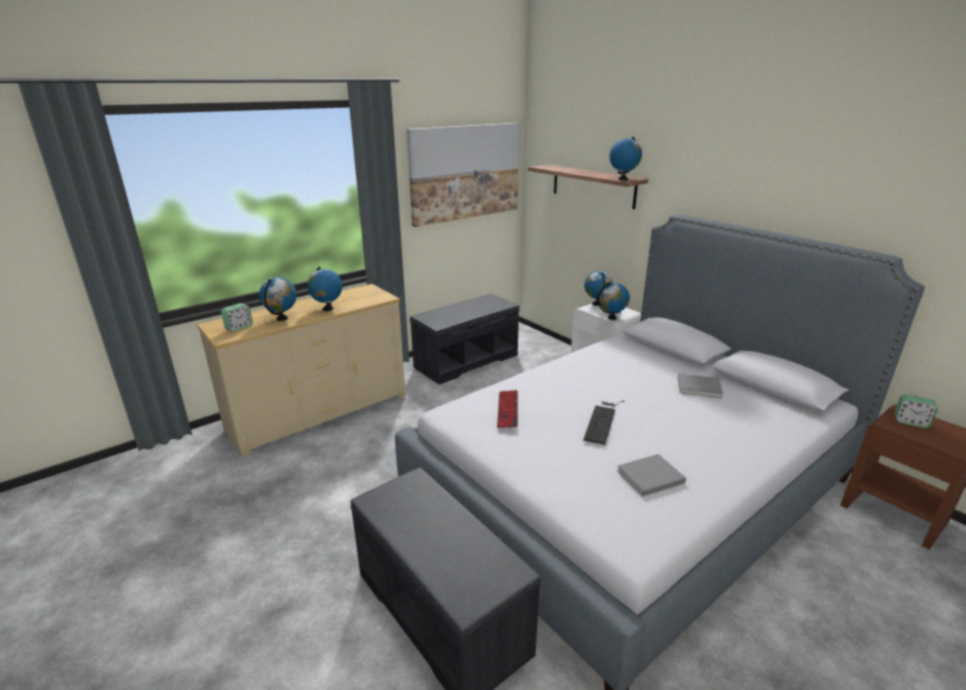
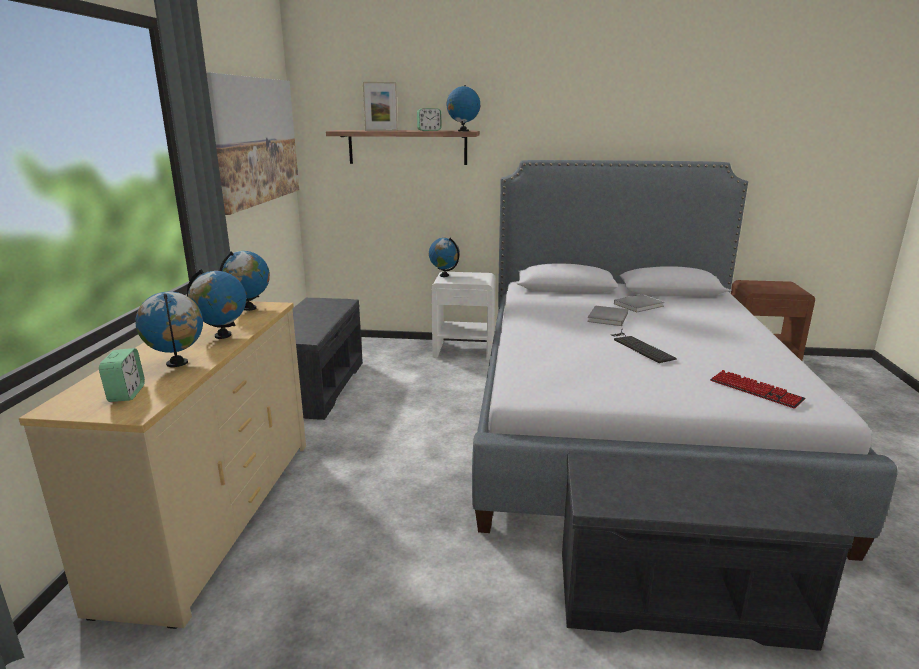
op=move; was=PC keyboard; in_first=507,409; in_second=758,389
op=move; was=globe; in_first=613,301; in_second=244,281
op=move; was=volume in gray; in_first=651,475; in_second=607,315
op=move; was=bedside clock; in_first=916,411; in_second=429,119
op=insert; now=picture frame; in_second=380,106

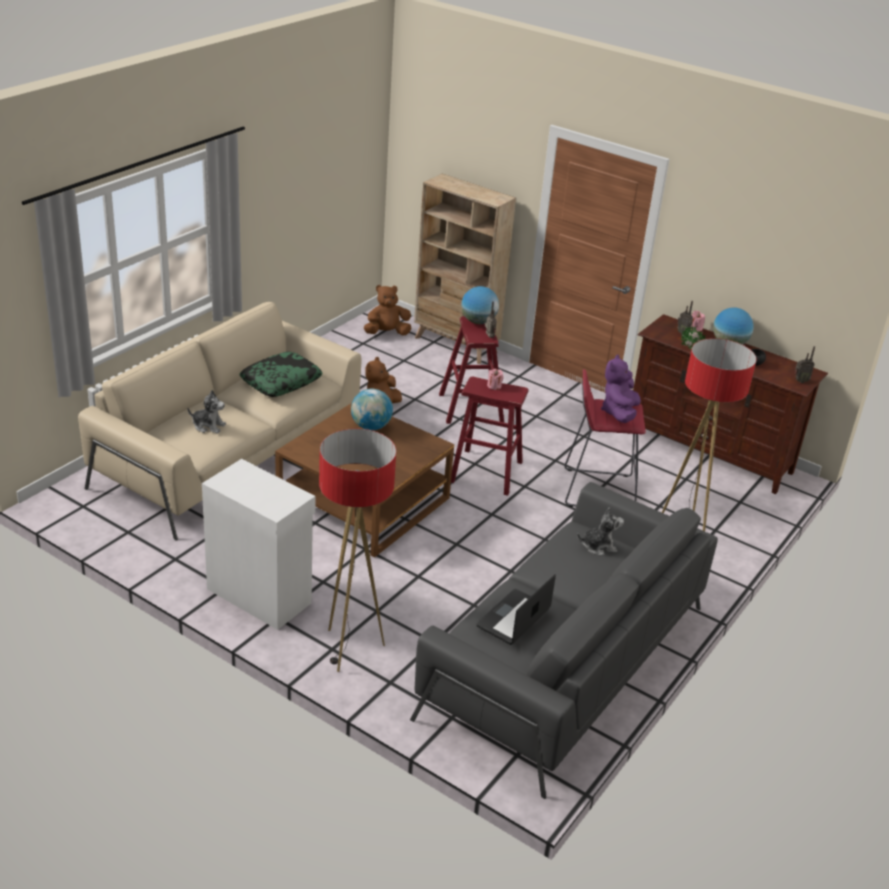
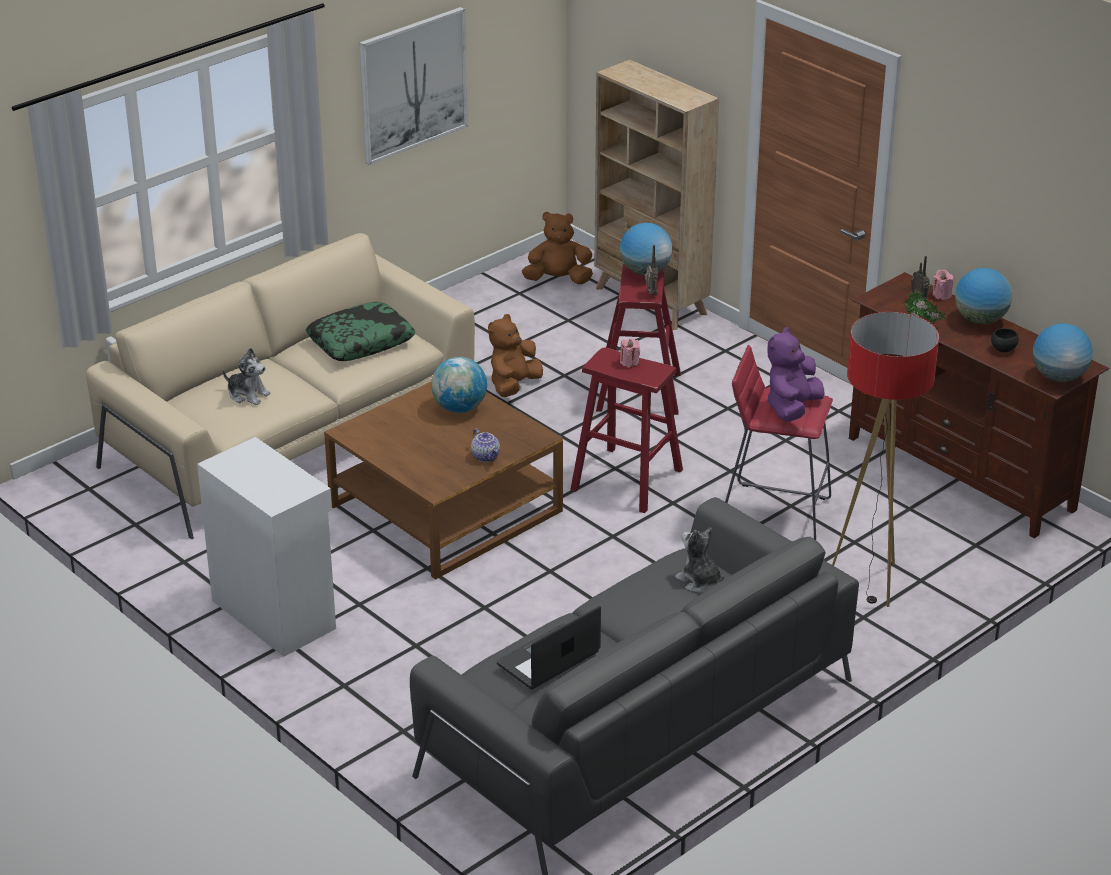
op=delete; was=standard lamp; in_first=357,550
op=rotate; was=plush toy; in_first=600,532; in_second=699,560; clockwise=-135
op=replace; was=radio set; now=globe; in_first=805,364; in_second=1063,352
op=insert; now=wall picture; in_second=413,86
op=insert; now=teapot; in_second=485,445

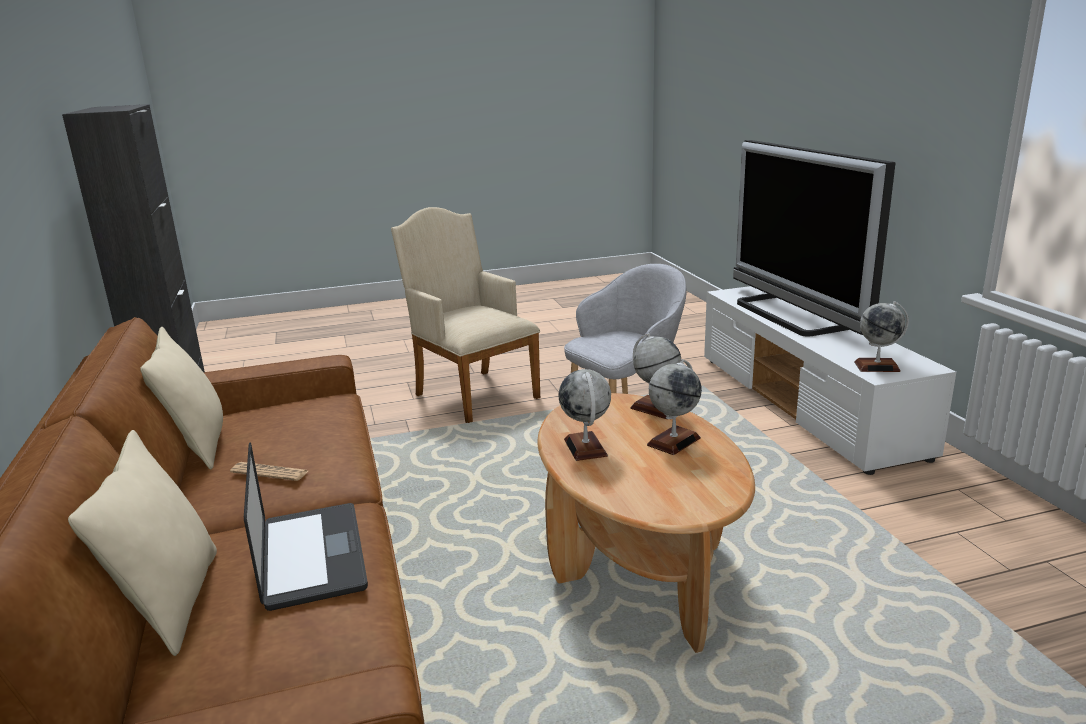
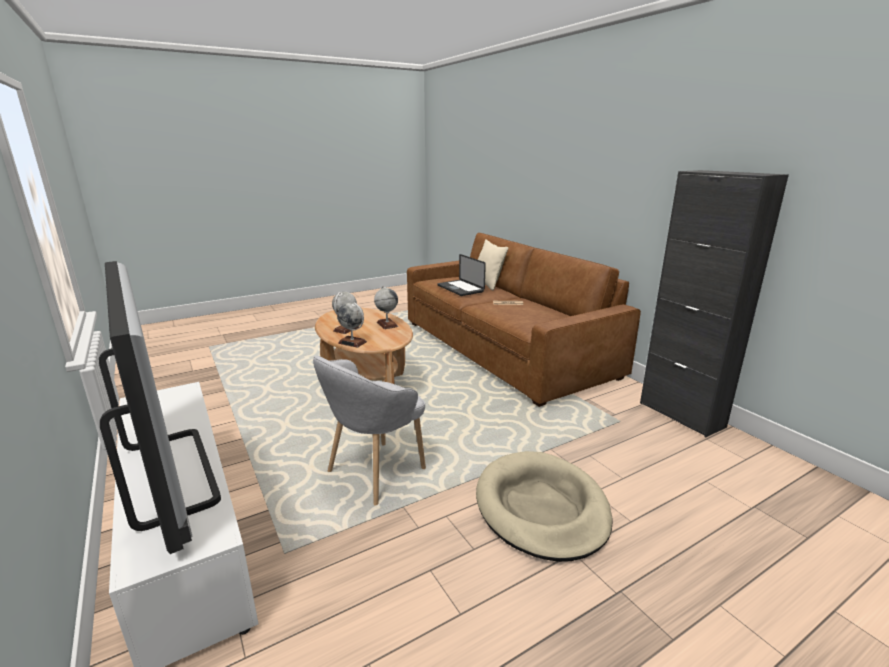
op=delete; was=cushion in sand-coloured; in_first=181,398
op=replace; was=easy chair in sand-coloured; now=dog bed in sand-coloured; in_first=465,315; in_second=544,506
op=delete; was=globe; in_first=881,336

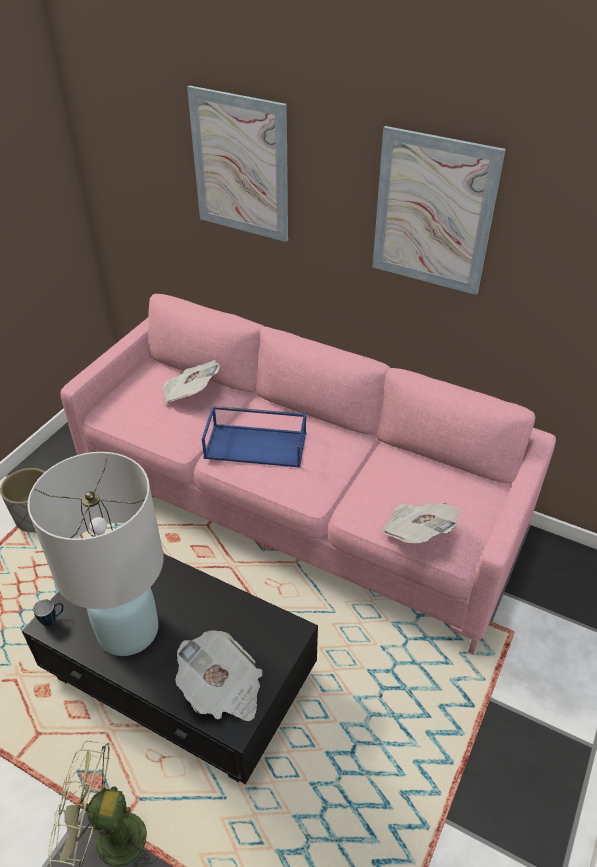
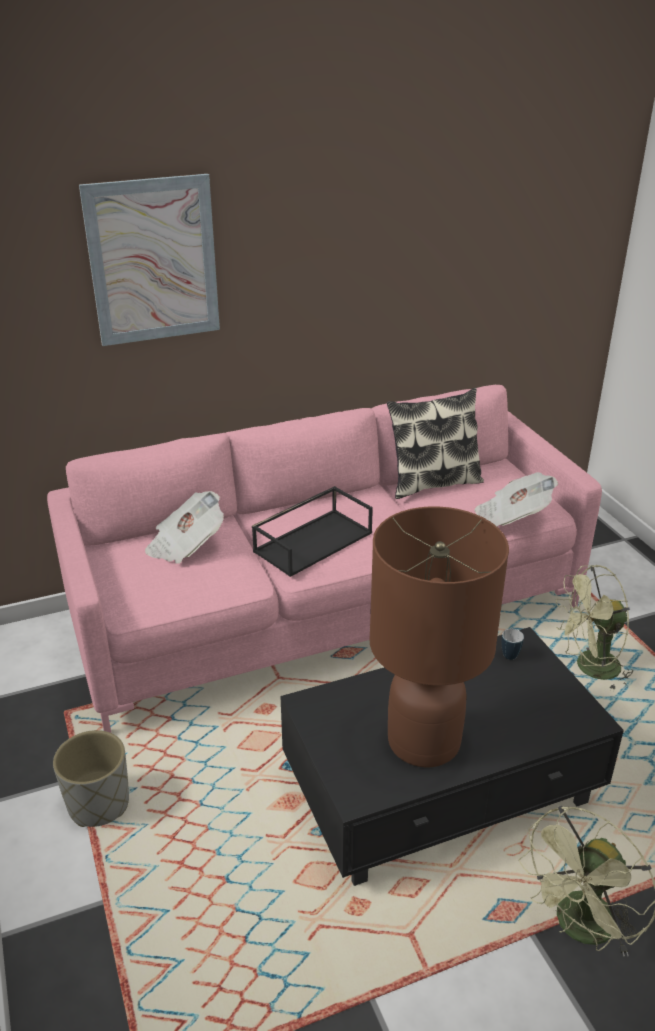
op=recolor; was=tabletop lamp in whitish; now=tabletop lamp in brownish; in_first=96,554; in_second=439,637
op=move; was=coffee mug; in_first=48,612; in_second=513,644
op=delete; was=printed paper; in_first=219,675
op=recolor; was=carrying tray in blue; now=carrying tray in blackish; in_first=254,437; in_second=312,531
op=delete; was=wall picture; in_first=439,210
op=insert; now=cushion; in_second=435,443
op=insert; now=electric fan in green-coloured; in_second=594,628

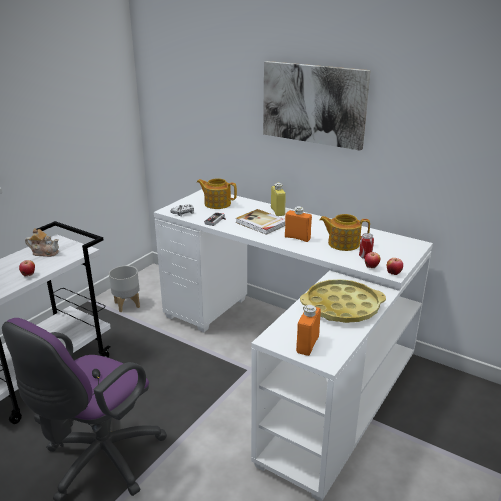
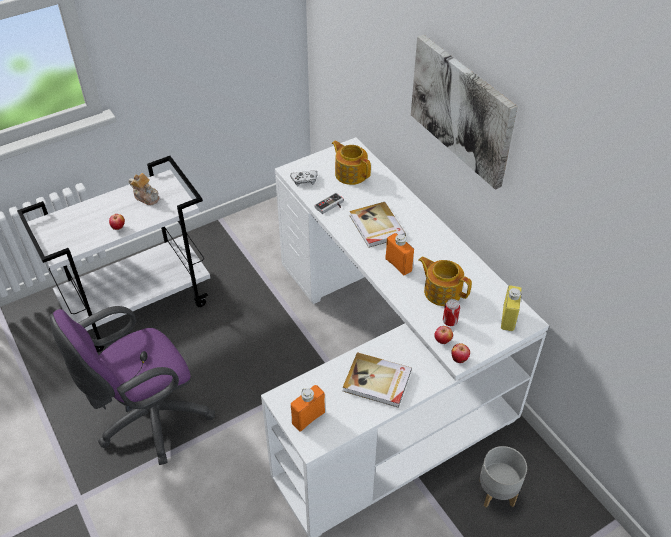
op=move; was=planter in gray; in_first=124,289; in_second=503,477
op=move; was=drink bottle in yellow-coloured; in_first=278,199; in_second=511,308
op=replace; was=carrying tray in yellow-coloured; now=volume; in_first=343,301; in_second=377,380

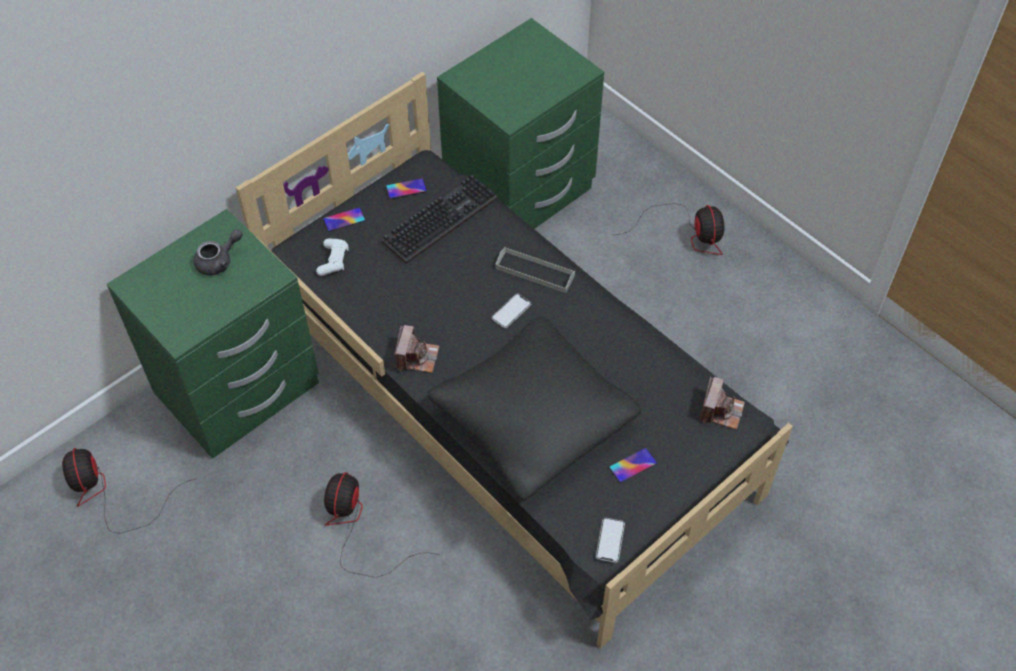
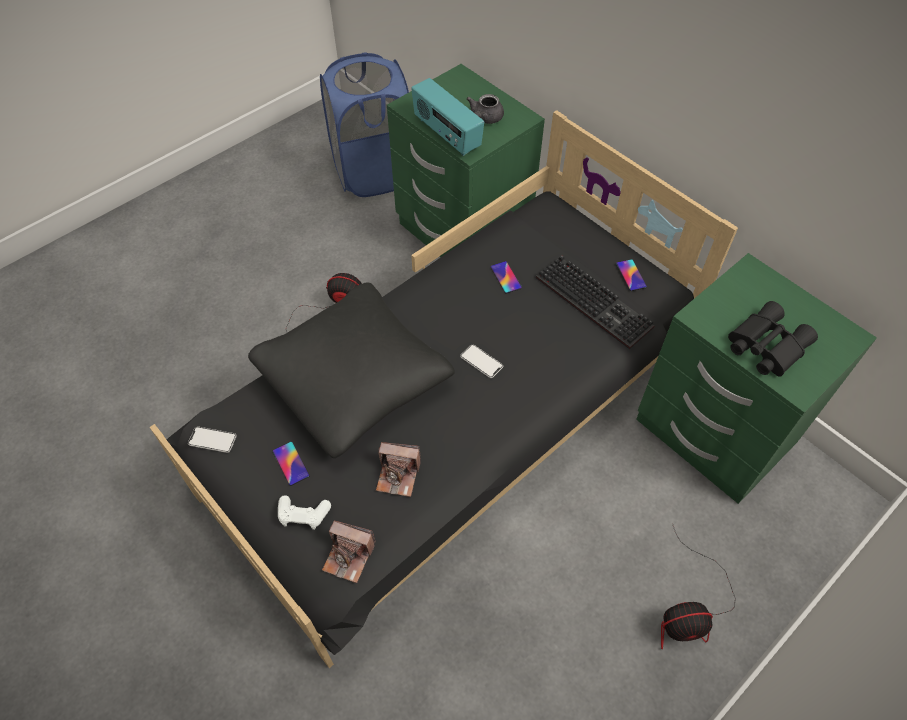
op=replace; was=electric fan; now=washing basket in blue; in_first=129,490; in_second=364,124
op=rotate; was=teapot in gray; in_first=218,252; in_second=485,109; clockwise=60
op=move; was=game controller in whitish; in_first=332,257; in_second=304,512
op=move; was=telephone; in_first=344,219; in_second=506,277
op=move; was=photo camera; in_first=417,349; in_second=398,469
op=delete; was=carrying tray in gray; in_first=535,270
op=insert; now=radio set; in_second=447,117
op=insert; now=pair of binoculars in blackish; in_second=773,339

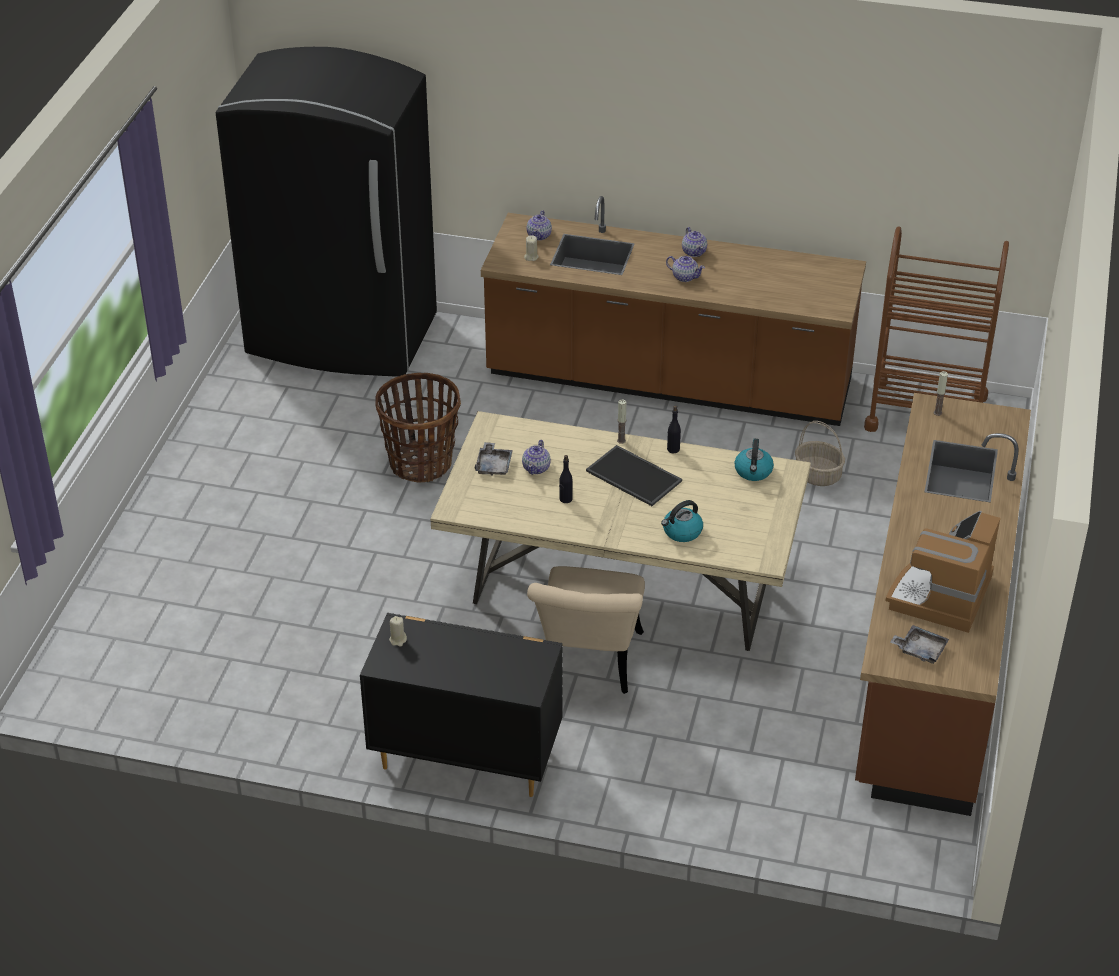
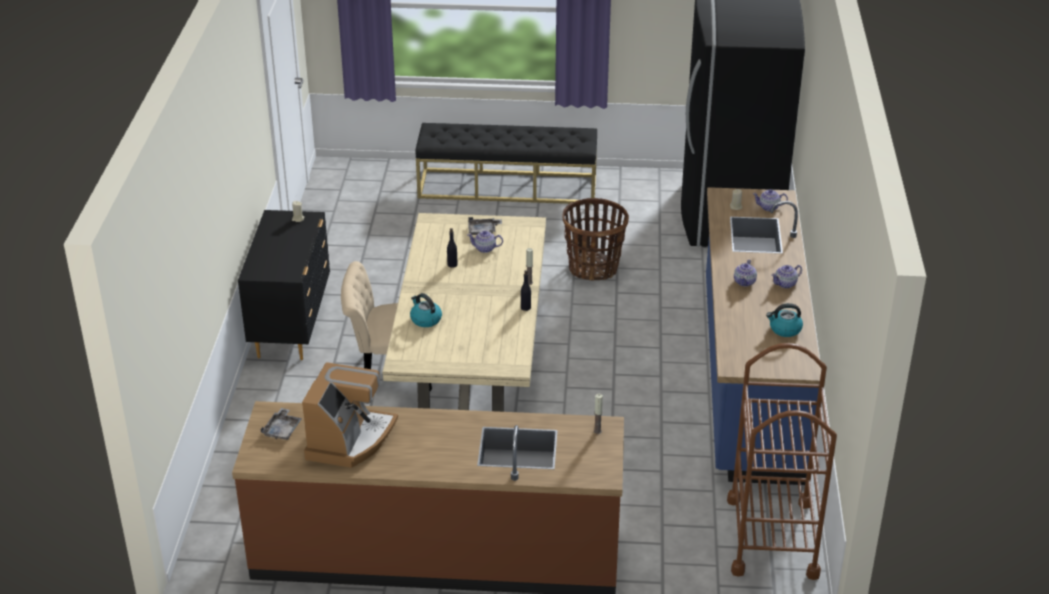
op=recolor; was=kitchen counter in brownish; now=kitchen counter in blue; in_first=673,311; in_second=763,336
op=delete; was=carrying tray; in_first=634,475
op=move; was=kettle; in_first=754,459; in_second=784,320
op=delete; was=storage basket; in_first=820,453
op=rotate; was=coffee brewer; in_first=942,572; in_second=350,415; clockwise=90
op=insert; now=bench in blackish; in_second=506,164

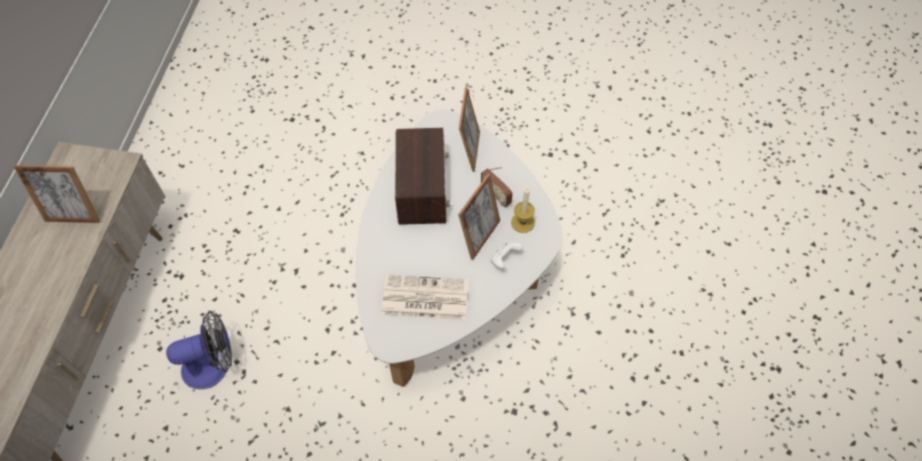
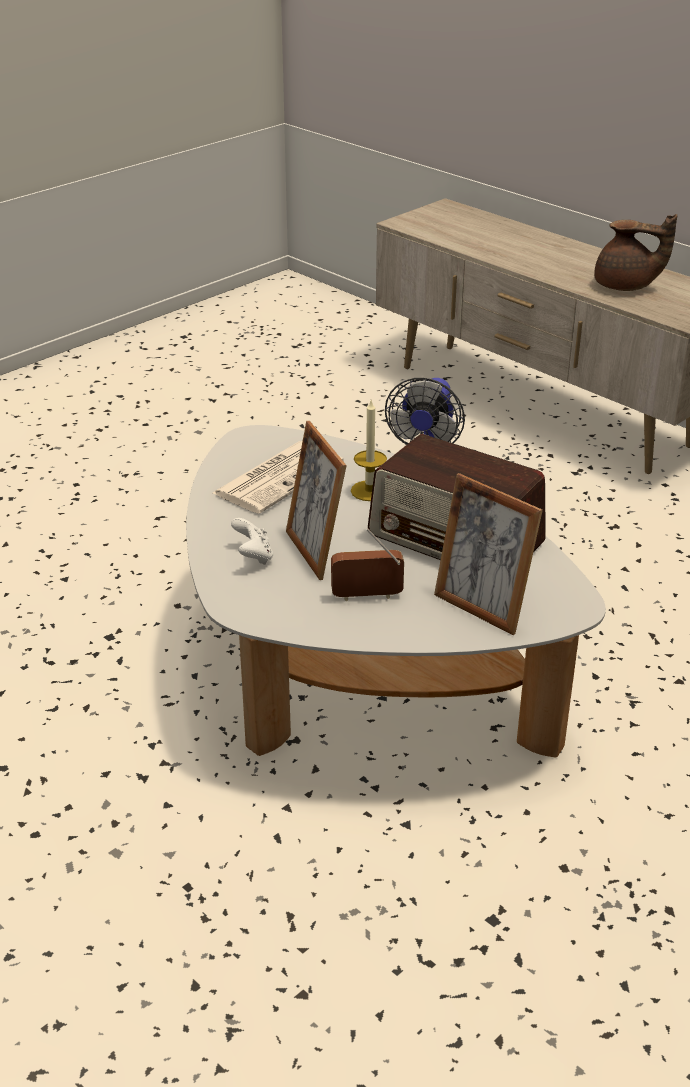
op=replace; was=picture frame; now=teapot in brownish; in_first=56,194; in_second=635,252
op=move; was=candle; in_first=523,210; in_second=369,451

